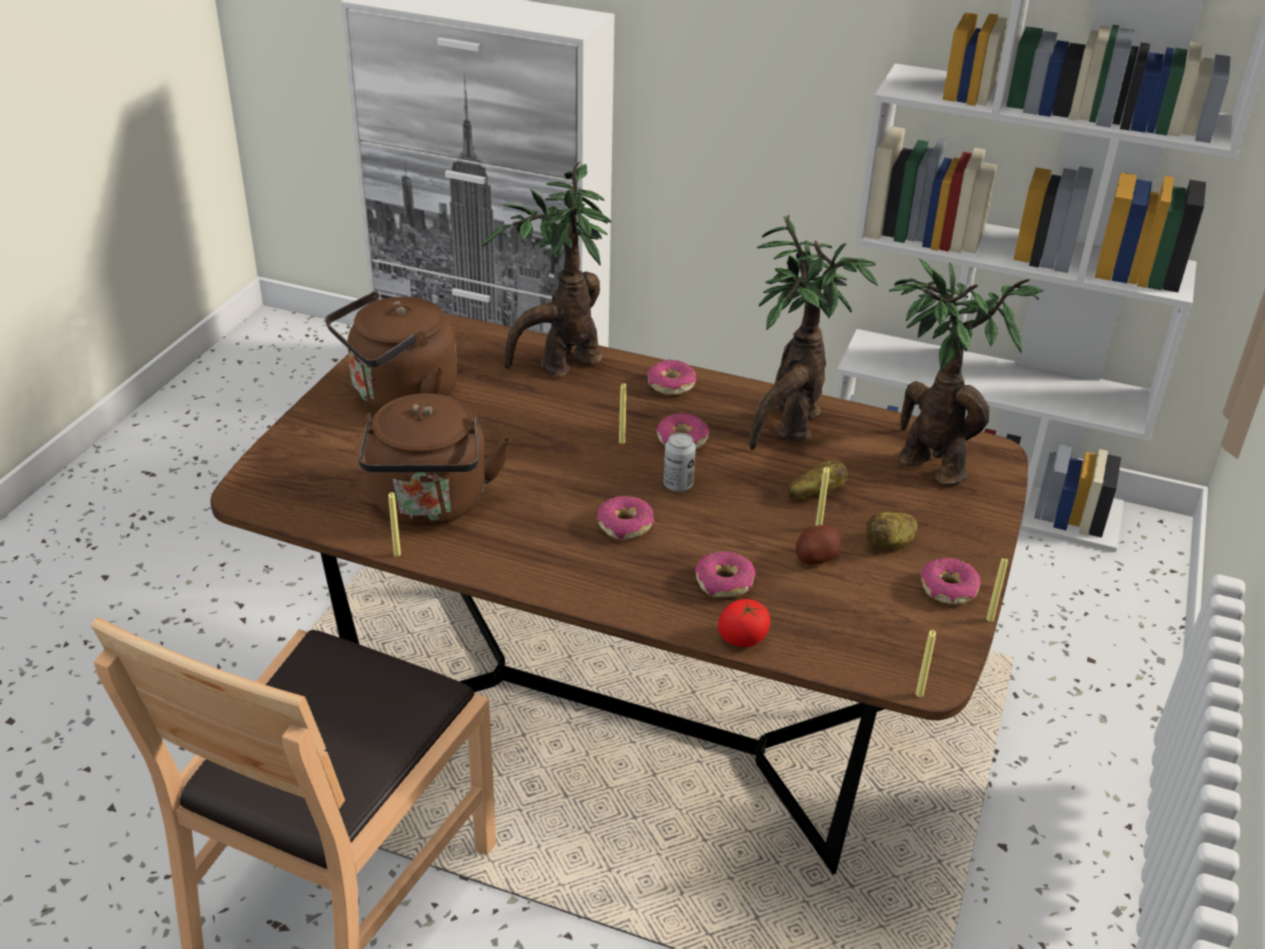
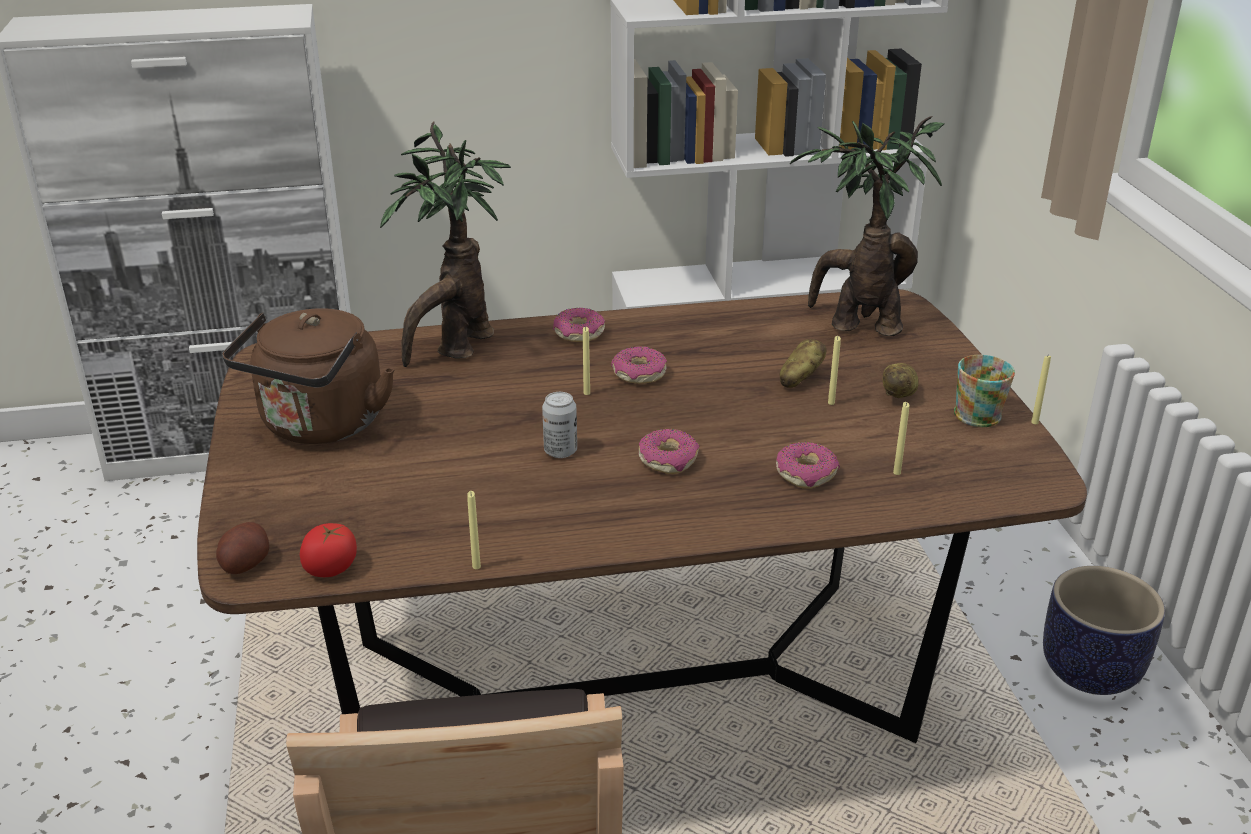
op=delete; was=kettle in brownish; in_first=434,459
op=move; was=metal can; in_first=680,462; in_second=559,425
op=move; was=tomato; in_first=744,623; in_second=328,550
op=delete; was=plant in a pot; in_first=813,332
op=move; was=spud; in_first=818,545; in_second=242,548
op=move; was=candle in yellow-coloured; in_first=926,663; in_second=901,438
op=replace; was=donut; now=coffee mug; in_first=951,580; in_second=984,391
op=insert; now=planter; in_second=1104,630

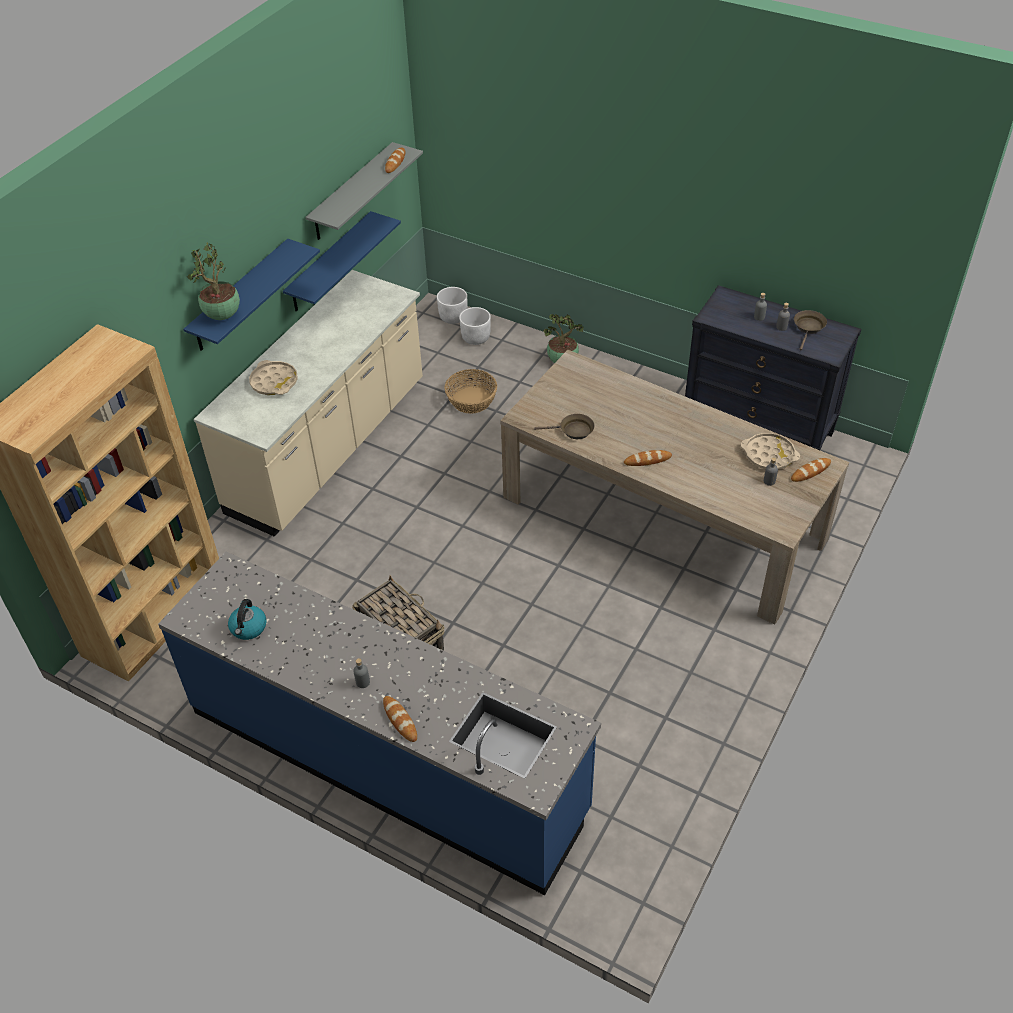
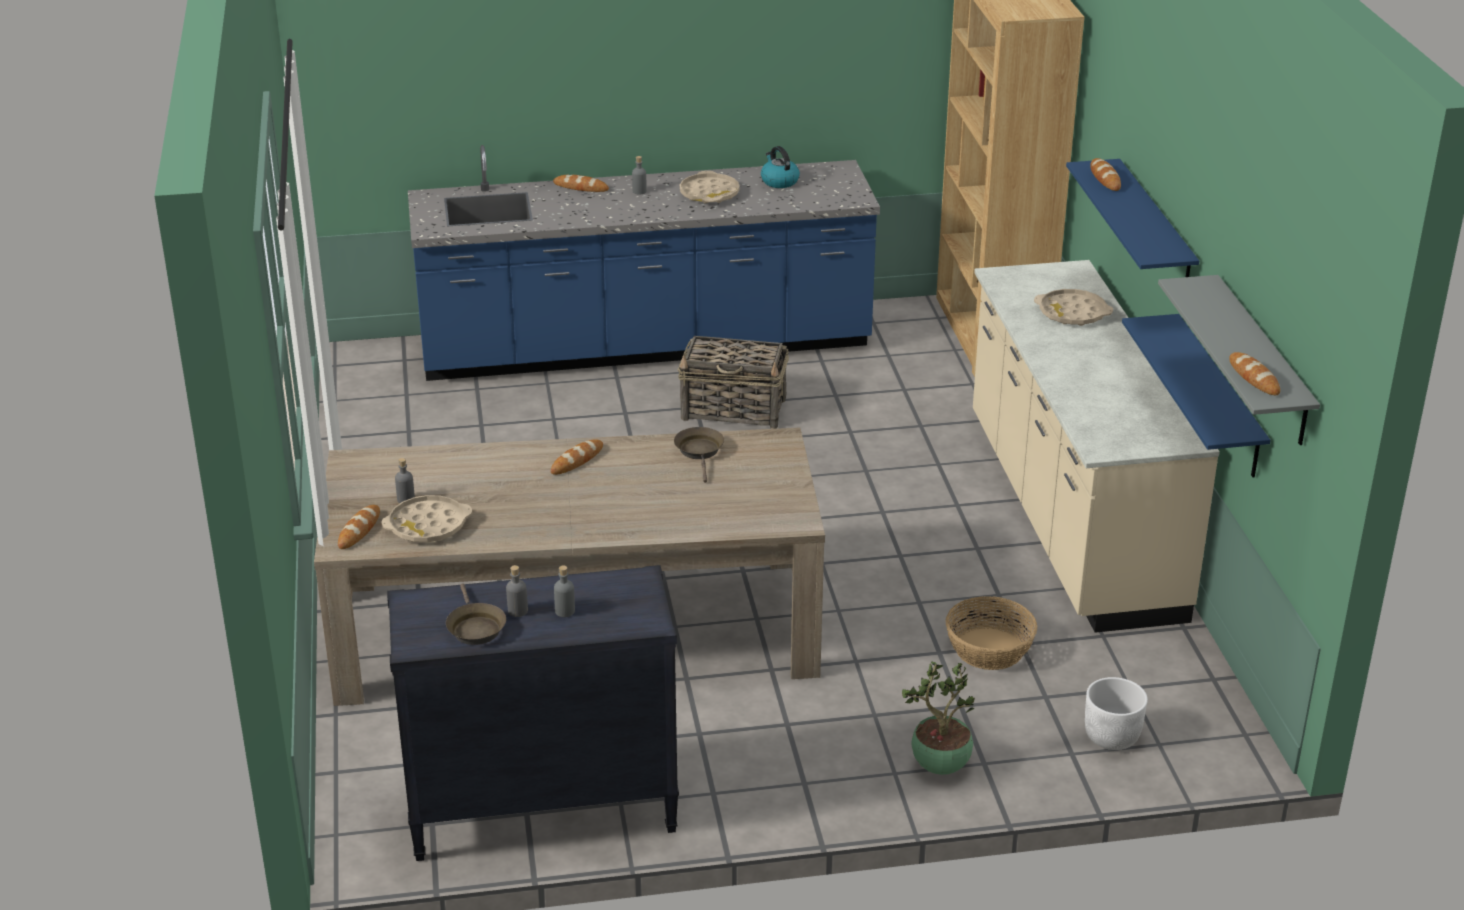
op=replace; was=plant in a pot; now=bakery bread; in_first=213,281; in_second=1105,174
op=delete; was=planter in whitish; in_first=452,305
op=rotate; was=frying pan in brownish; in_first=564,426; in_second=699,455; clockwise=120
op=insert; now=carrying tray in sand-coloured; in_second=710,187

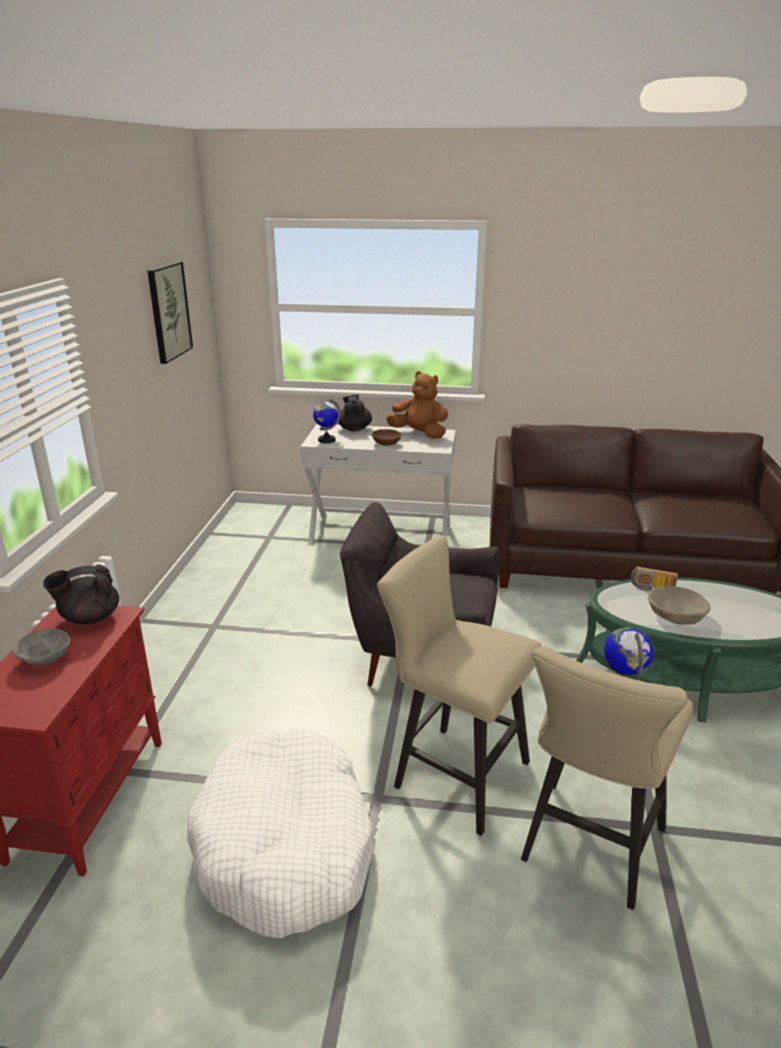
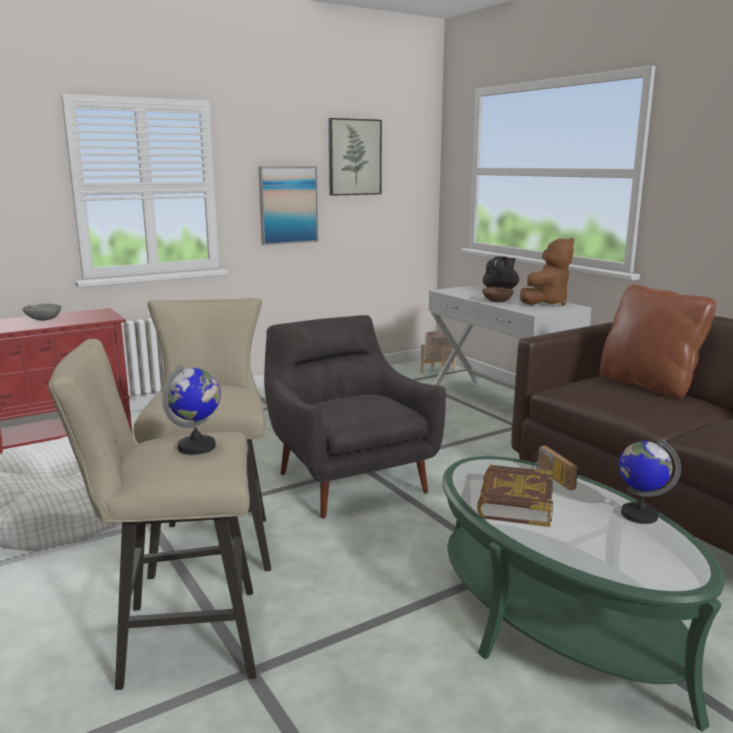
op=delete; was=teapot in blackish; in_first=81,594
op=move; was=globe; in_first=327,421; in_second=650,481
op=rotate; was=plush toy in brownish; in_first=417,405; in_second=547,271; clockwise=60
op=replace; was=serving bowl in sand-coloured; now=volume; in_first=679,605; in_second=515,496
op=insert; now=wall picture; in_second=288,205
op=insert; now=planter in sand-coloured; in_second=438,354
op=insert; now=cushion in brownish; in_second=658,341

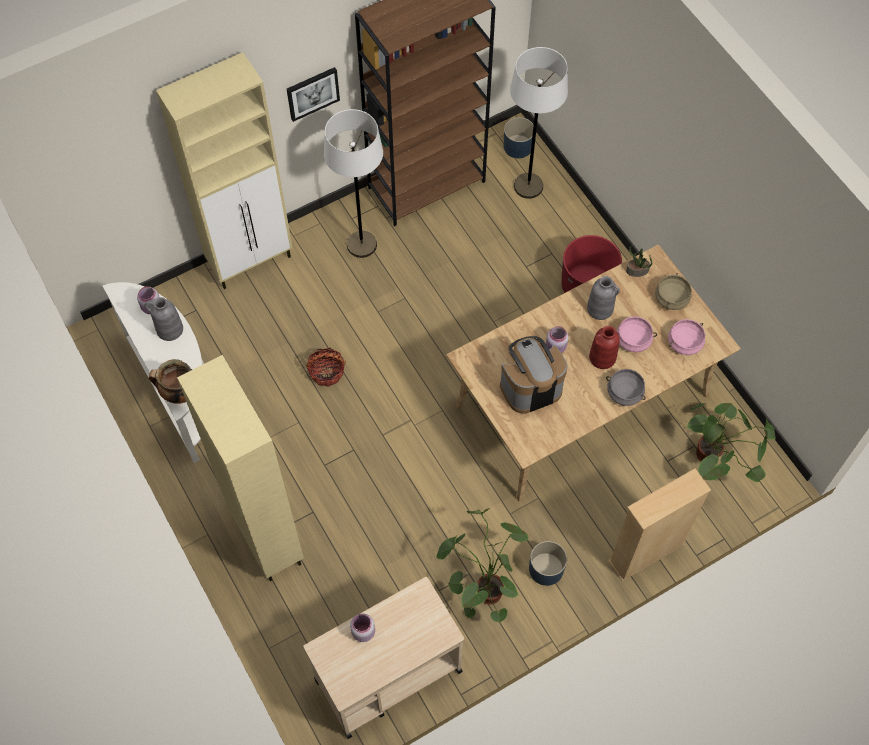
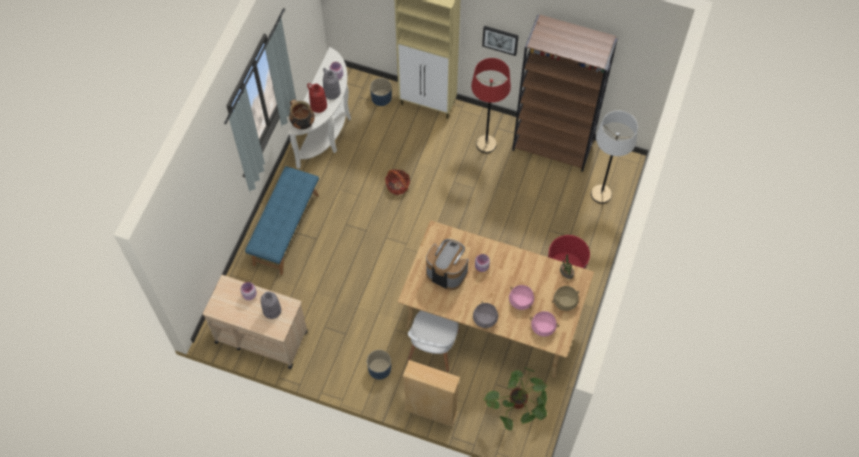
op=replace; was=storage cabinet in sand-coloured; now=bench in blue; in_first=240,468; in_second=282,220
op=recolor; was=standard lamp in whitish; now=standard lamp in red; in_first=353,183; in_second=491,105
op=delete; was=plant in a pot; in_first=482,565
op=move; was=planter in blue; in_first=519,137; in_second=381,92
op=move; was=vase in gray; in_first=603,298; in_second=271,305
op=move; was=vase in red; in_first=604,347; in_second=317,98
op=insert; now=chair in whitish; in_second=433,341

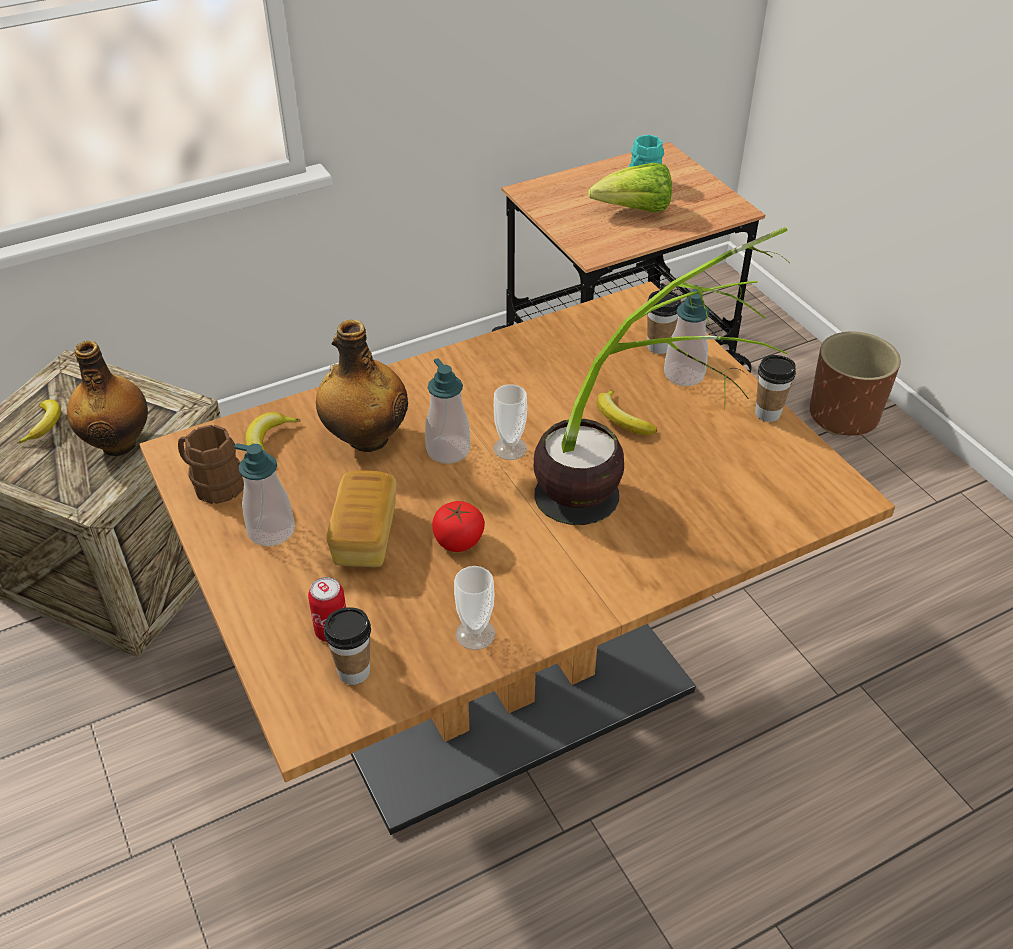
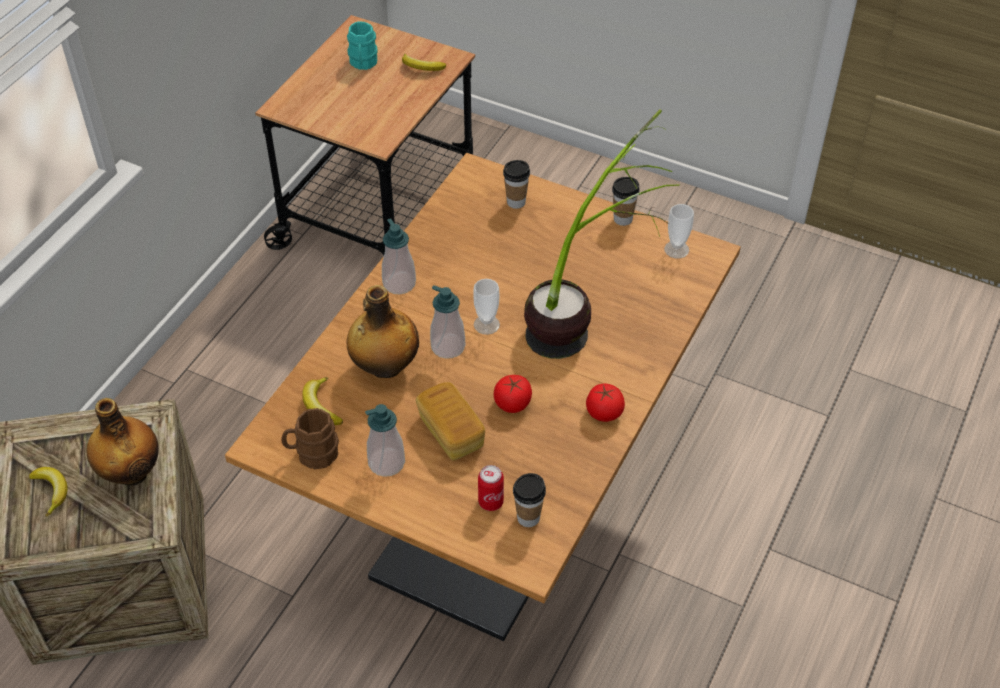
op=move; was=drinking cup; in_first=475,608; in_second=679,231
op=delete; was=head of lettuce; in_first=630,188
op=move; was=whole banana; in_first=627,412; in_second=424,62
op=move; was=soap bottle; in_first=687,335; in_second=399,256
op=delete; was=planter in brownish; in_first=855,383
op=insert; now=tomato; in_second=605,402

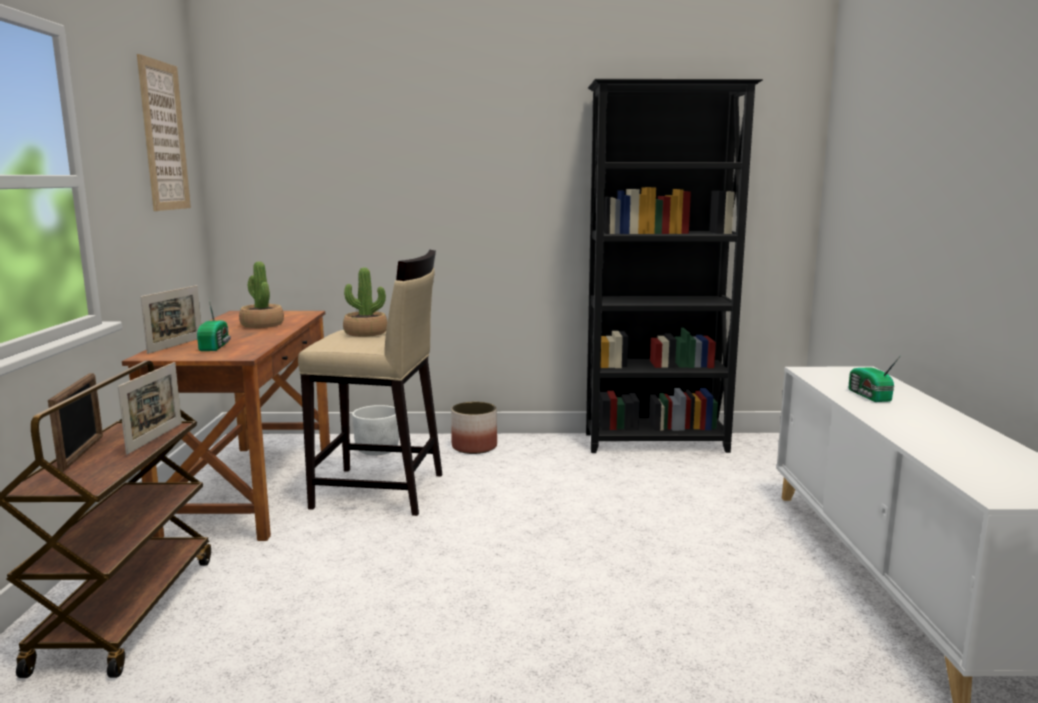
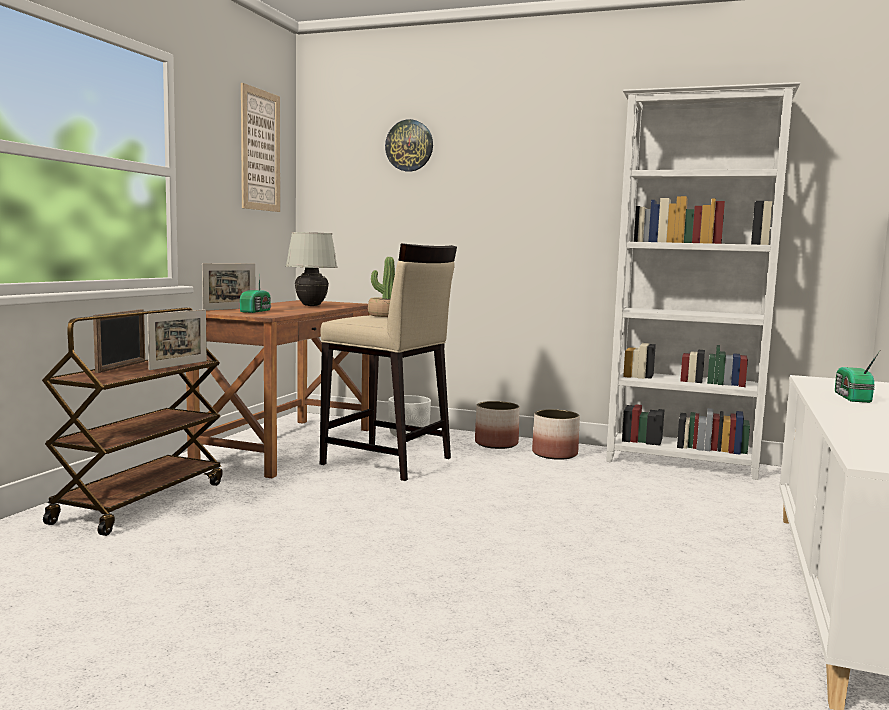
op=replace; was=plant in a pot; now=tabletop lamp in whitish; in_first=261,294; in_second=312,269
op=recolor; was=bookshelf in blackish; now=bookshelf in whitish; in_first=674,266; in_second=703,281
op=insert; now=wall clock; in_second=409,145
op=insert; now=planter; in_second=556,434

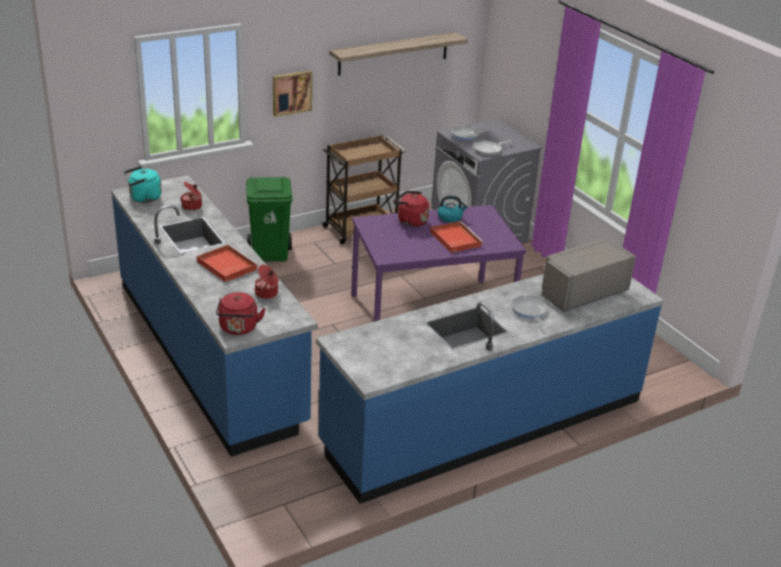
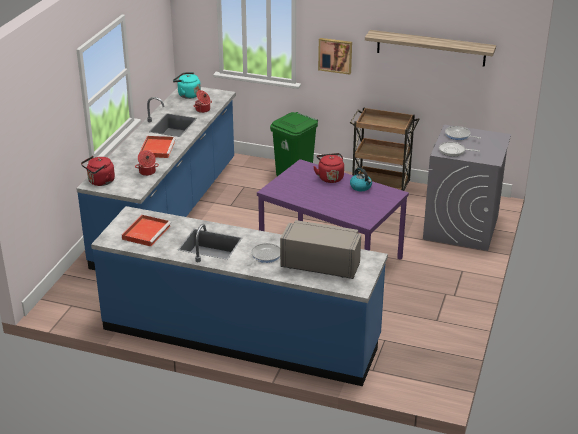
op=move; was=carrying tray in red; in_first=456,237; in_second=146,230

